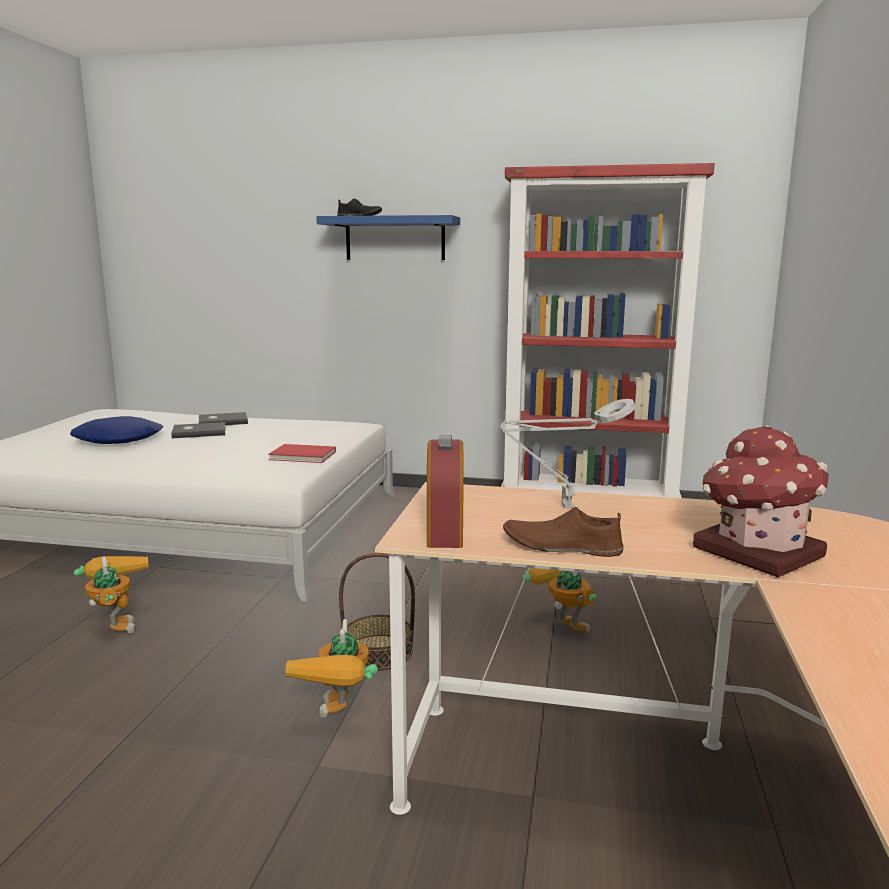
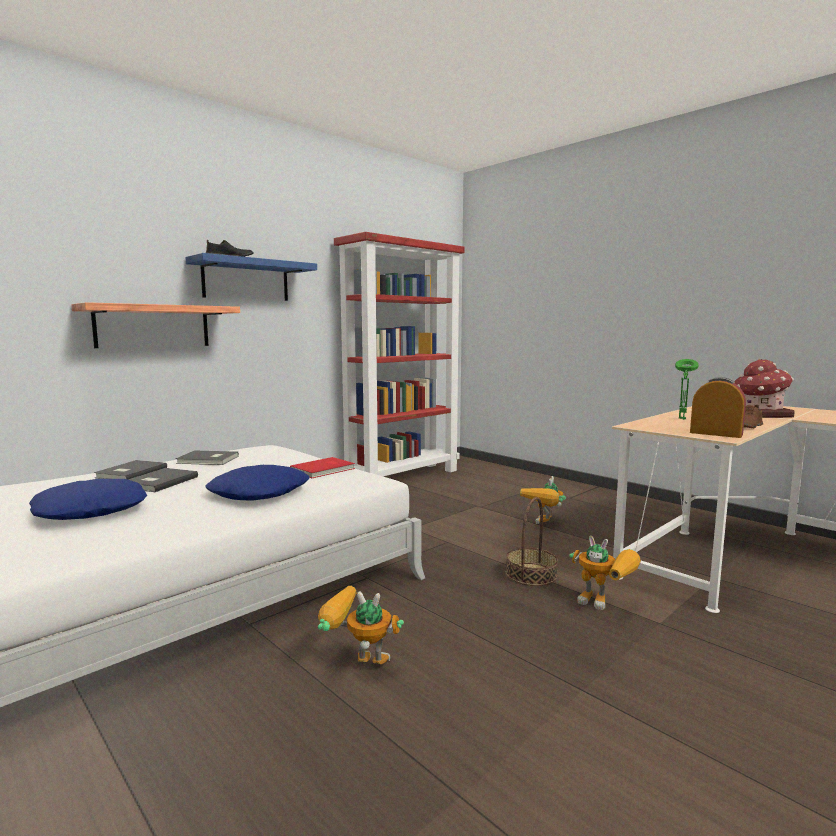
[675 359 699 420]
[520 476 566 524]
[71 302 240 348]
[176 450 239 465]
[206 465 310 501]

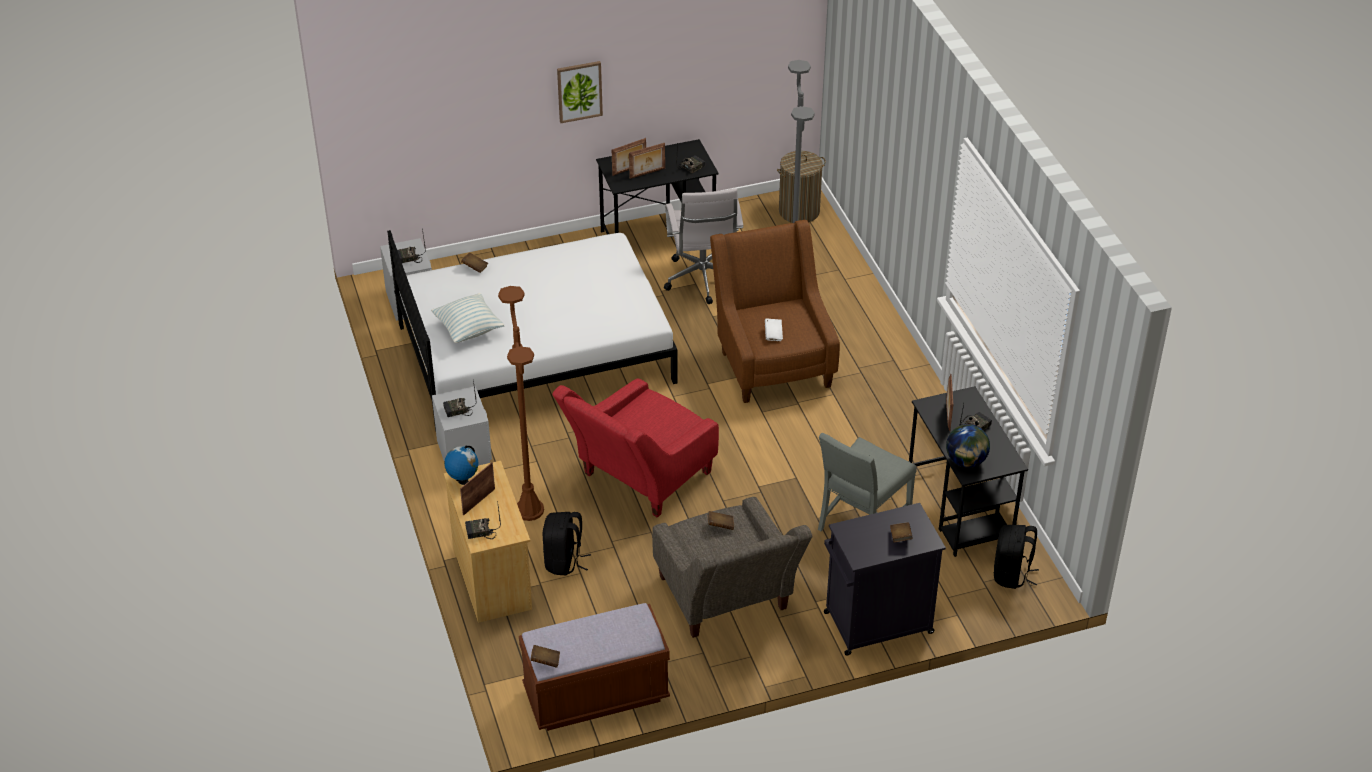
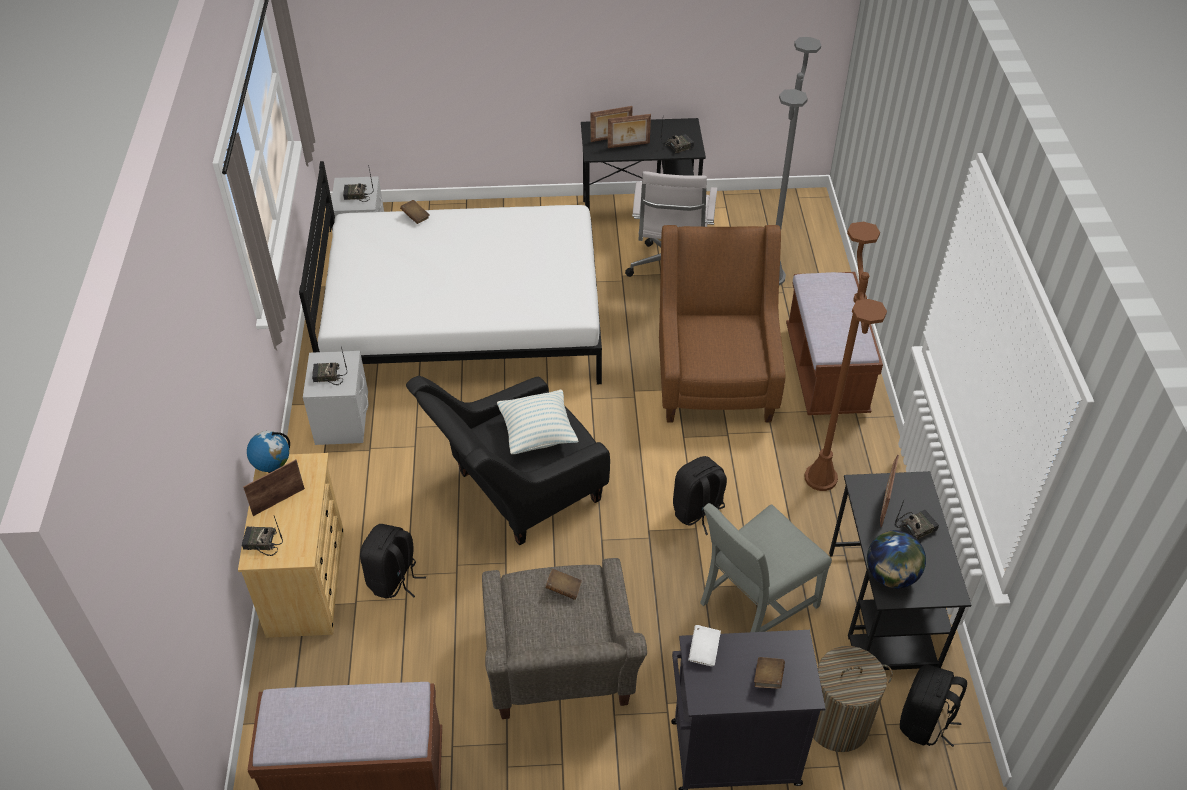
[497 390 579 454]
[804 222 887 491]
[530 645 560 668] (first image)
[406 376 610 546]
[557 61 603 123] (first image)
[688 625 721 666]
[813 646 893 752]
[673 456 727 535]
[786 272 883 415]

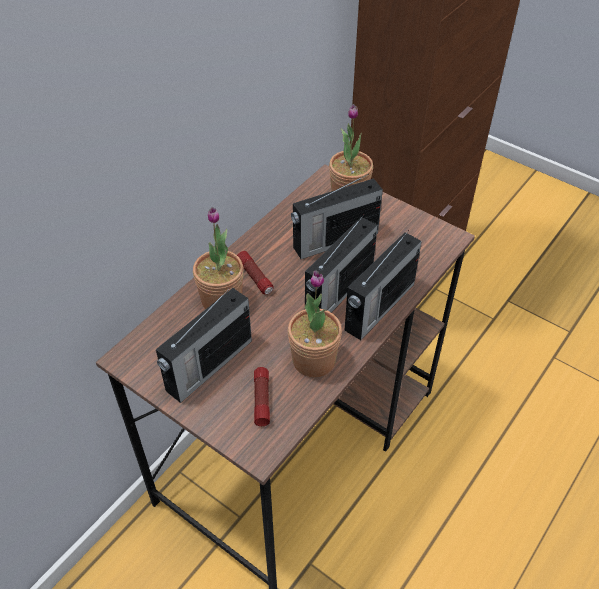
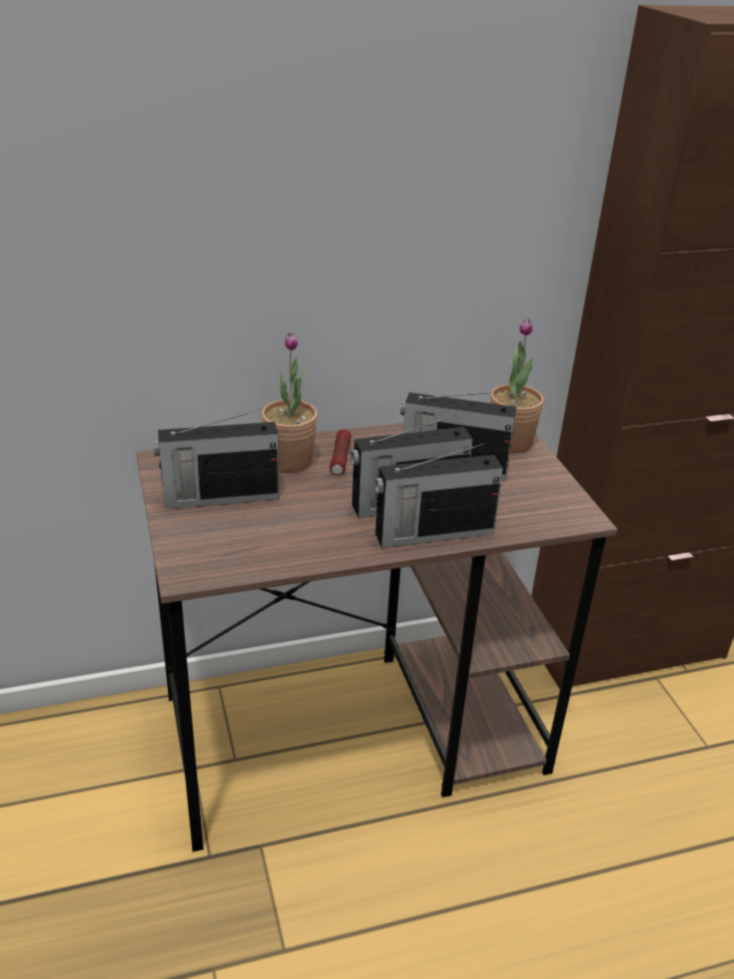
[254 367 270 426] (first image)
[288 270 342 377] (first image)

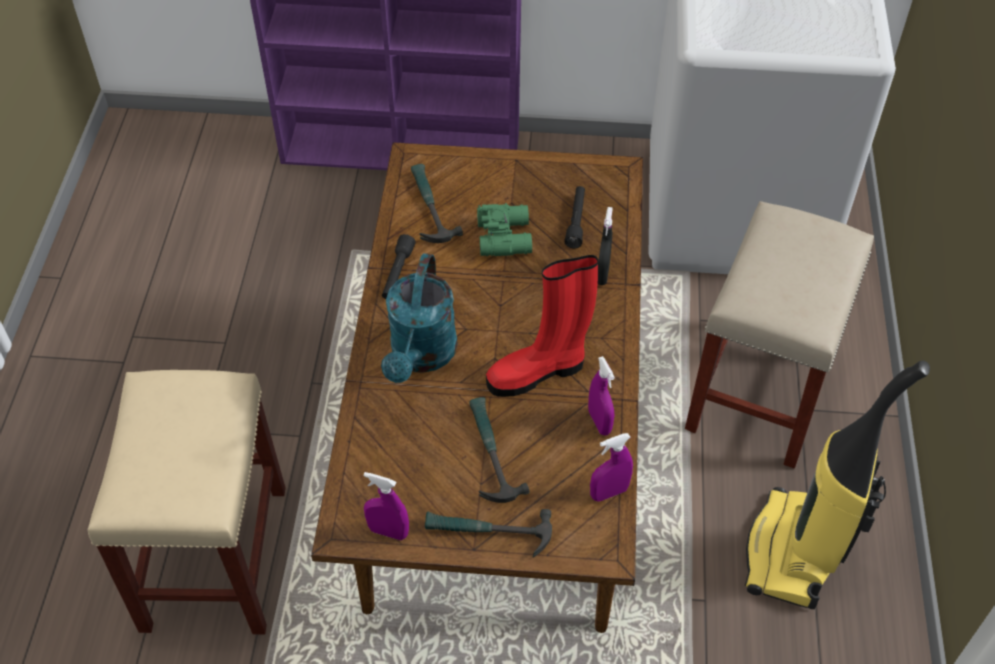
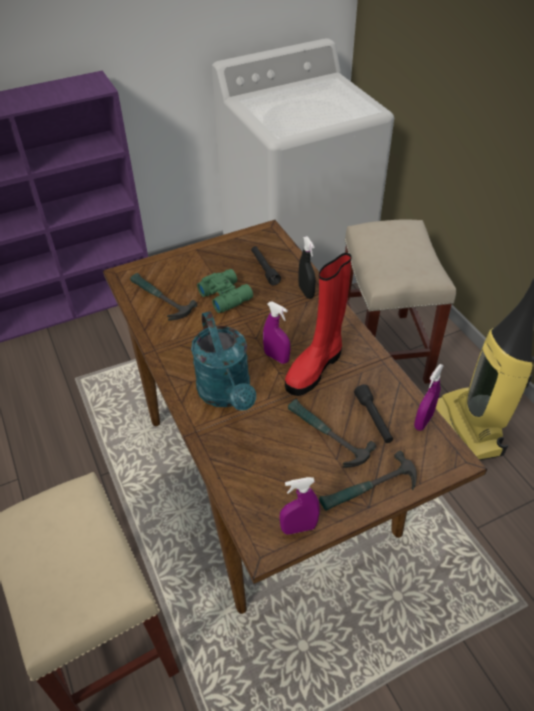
[354 384 393 443]
[263 302 290 364]

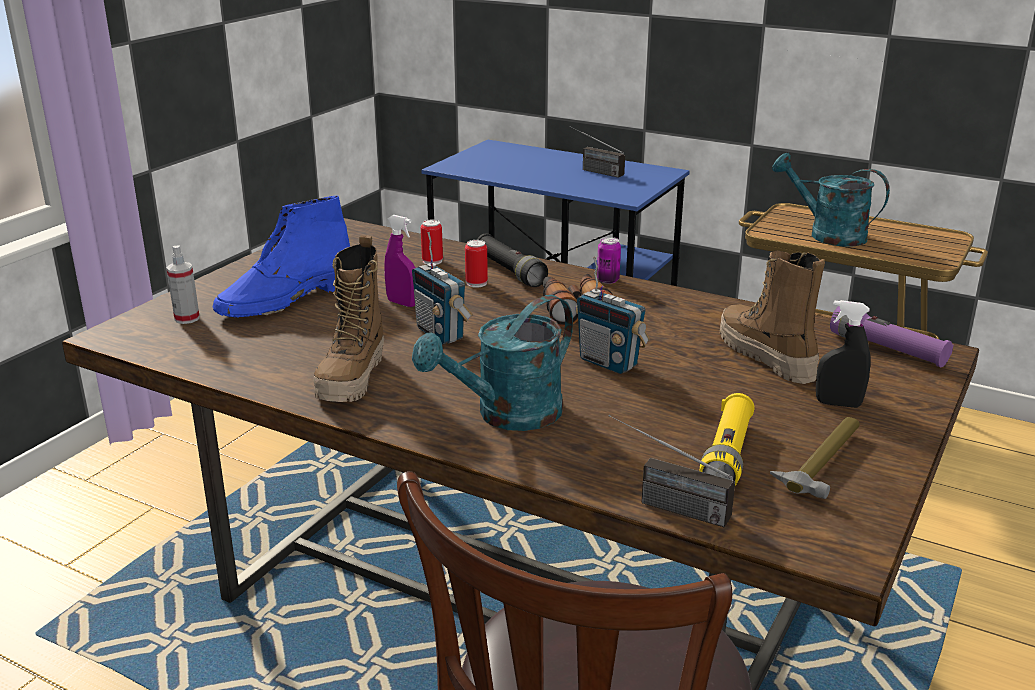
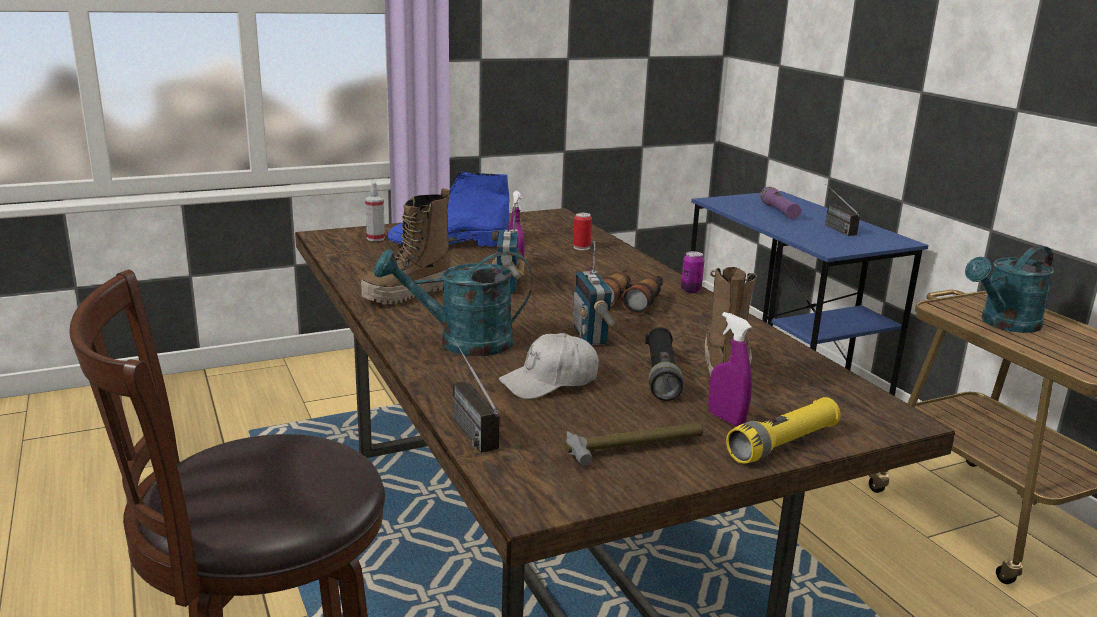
[465 240 488 288] (first image)
[645 327 683 401]
[726 397 841 464]
[965 245 1054 333]
[708 312 752 426]
[760 187 802 219]
[499 333 599 399]

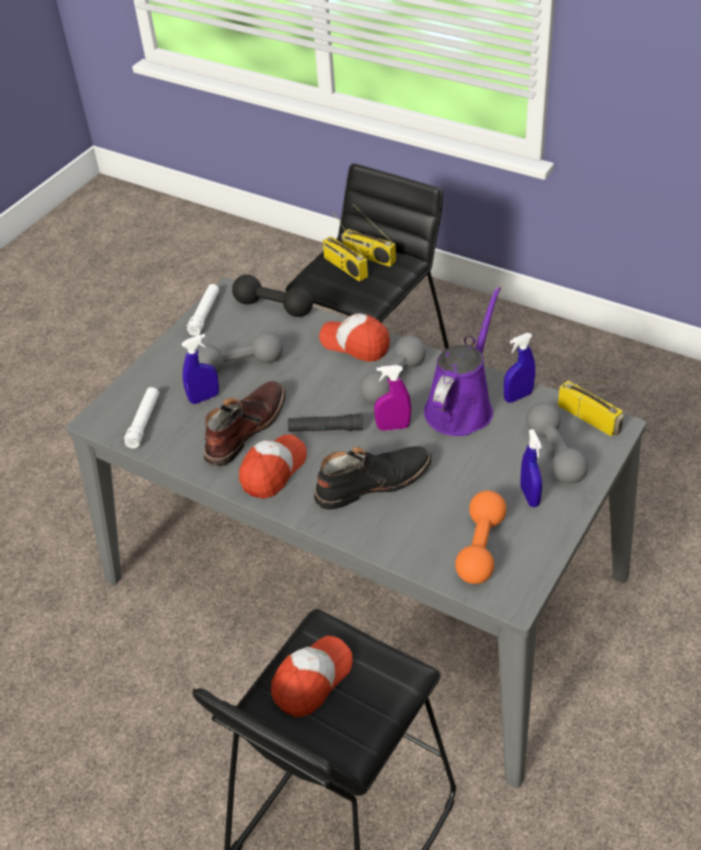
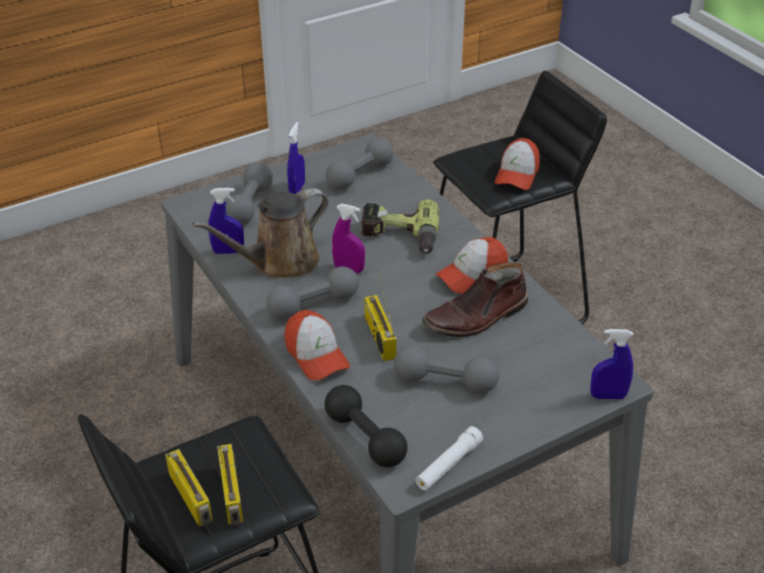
[123 387 159 449] (first image)
[590 329 633 399]
[495 138 540 190]
[288 414 363 432] (first image)
[361 199 439 254]
[193 188 328 279]
[326 138 393 190]
[365 270 397 361]

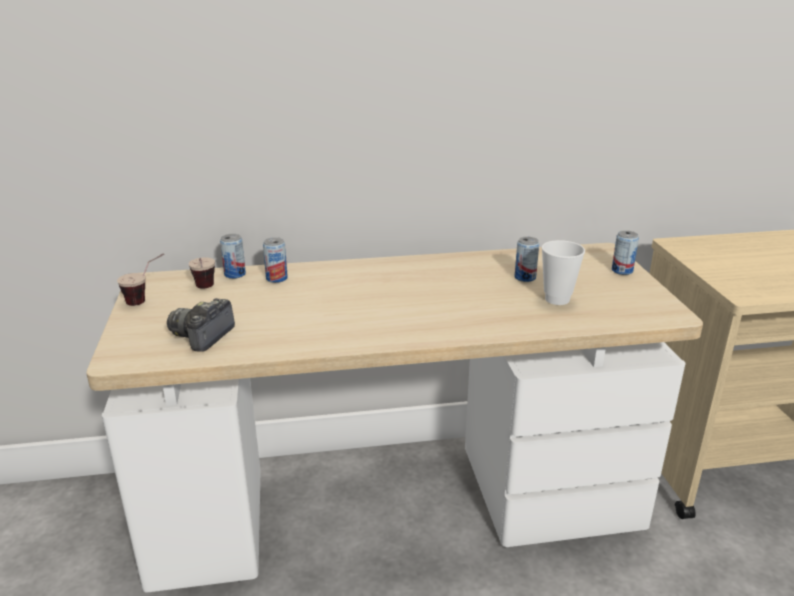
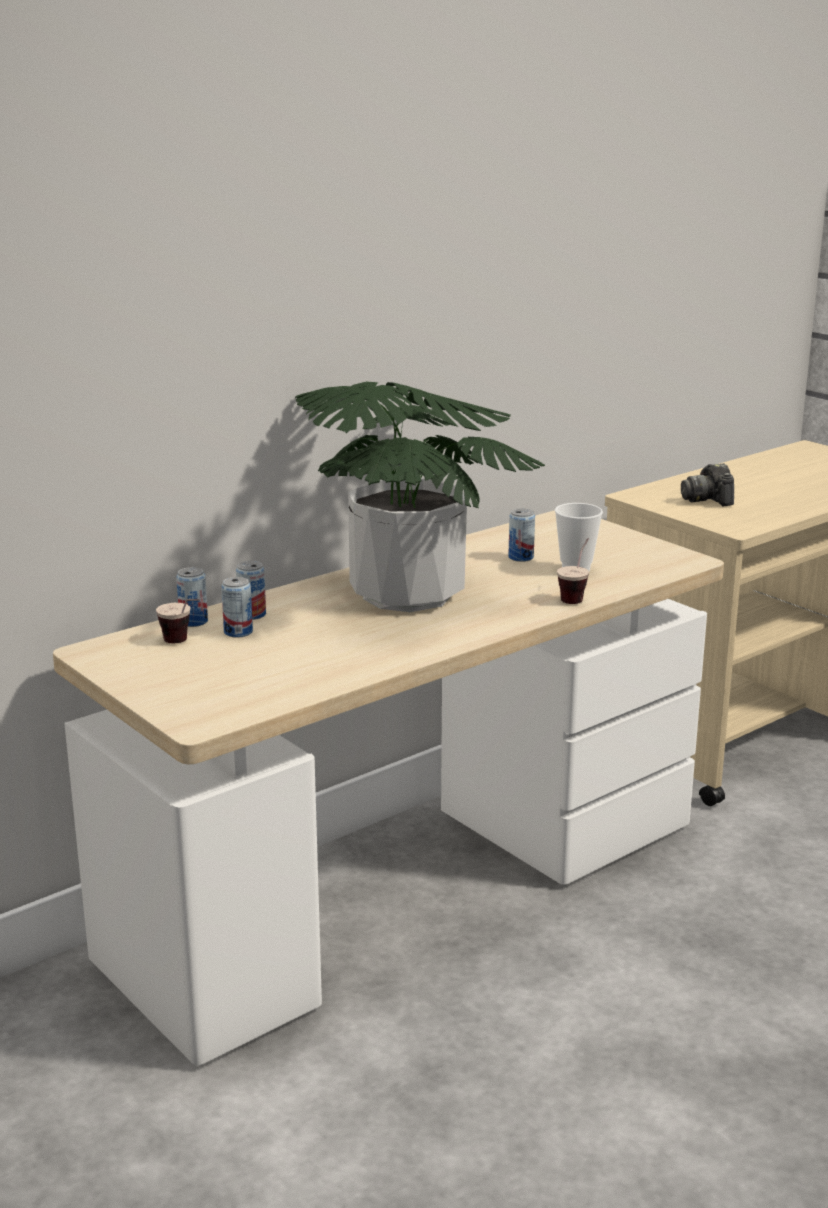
[557 538 589 604]
[681 463 734 506]
[221 577 253 638]
[295 381 545 612]

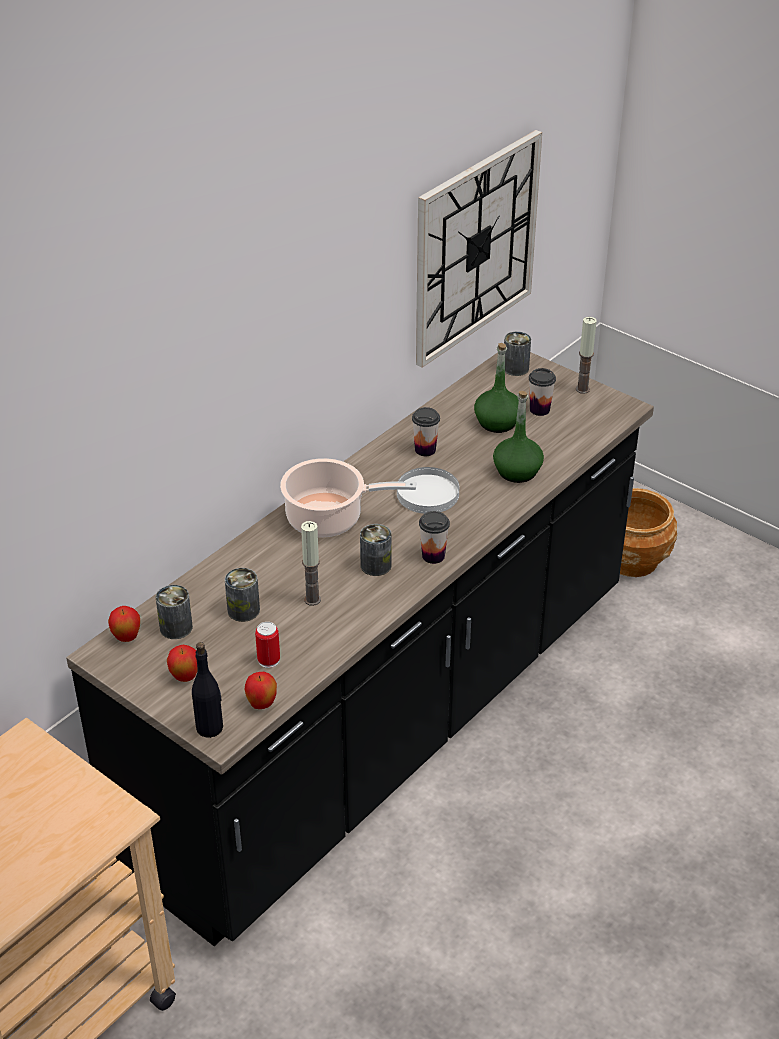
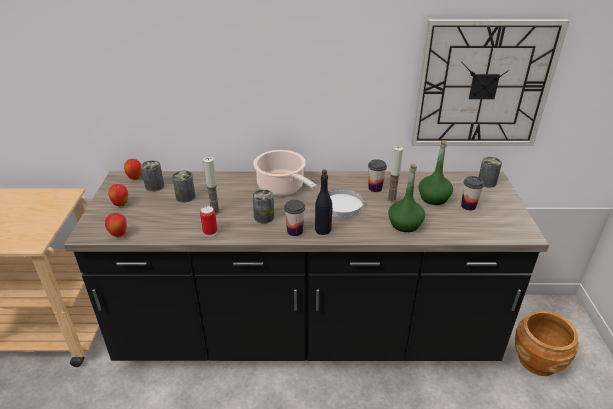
[315 169 333 235]
[200 206 217 237]
[387 146 403 202]

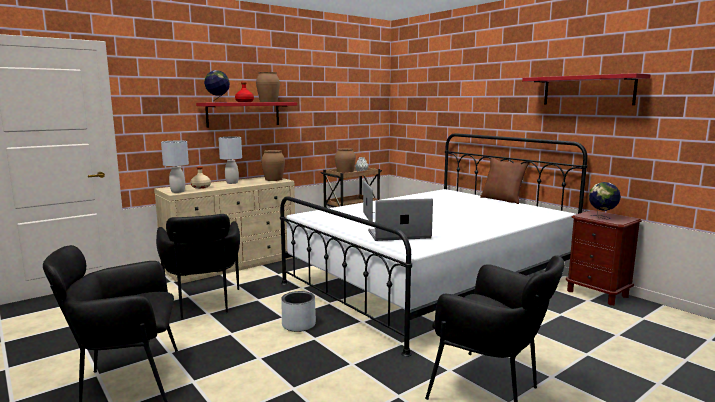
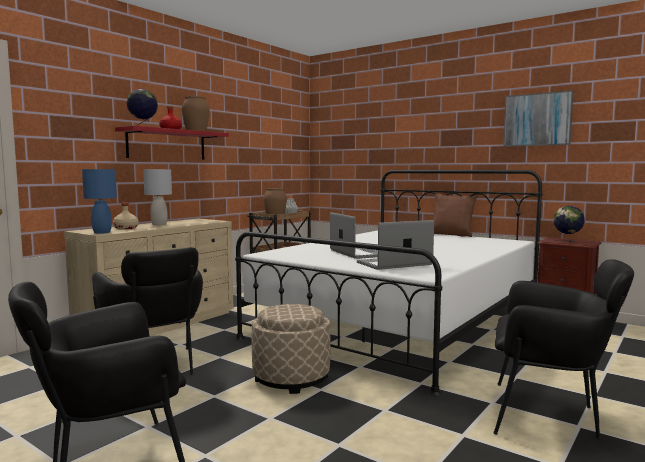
[82 169 117 234]
[261 150 285 181] (first image)
[252 304 331 394]
[503 90 574 146]

